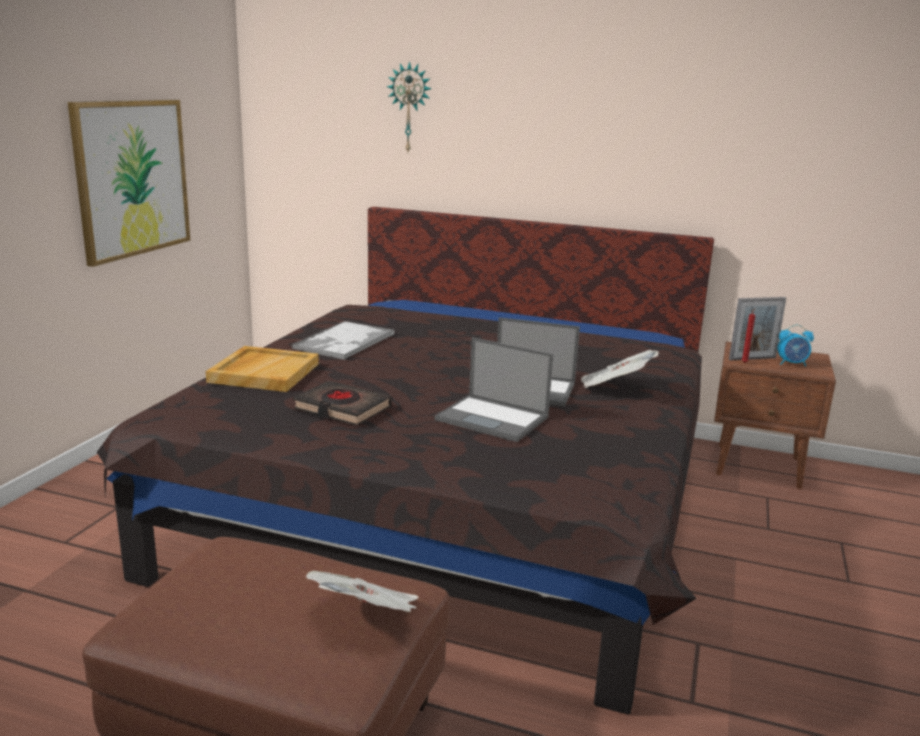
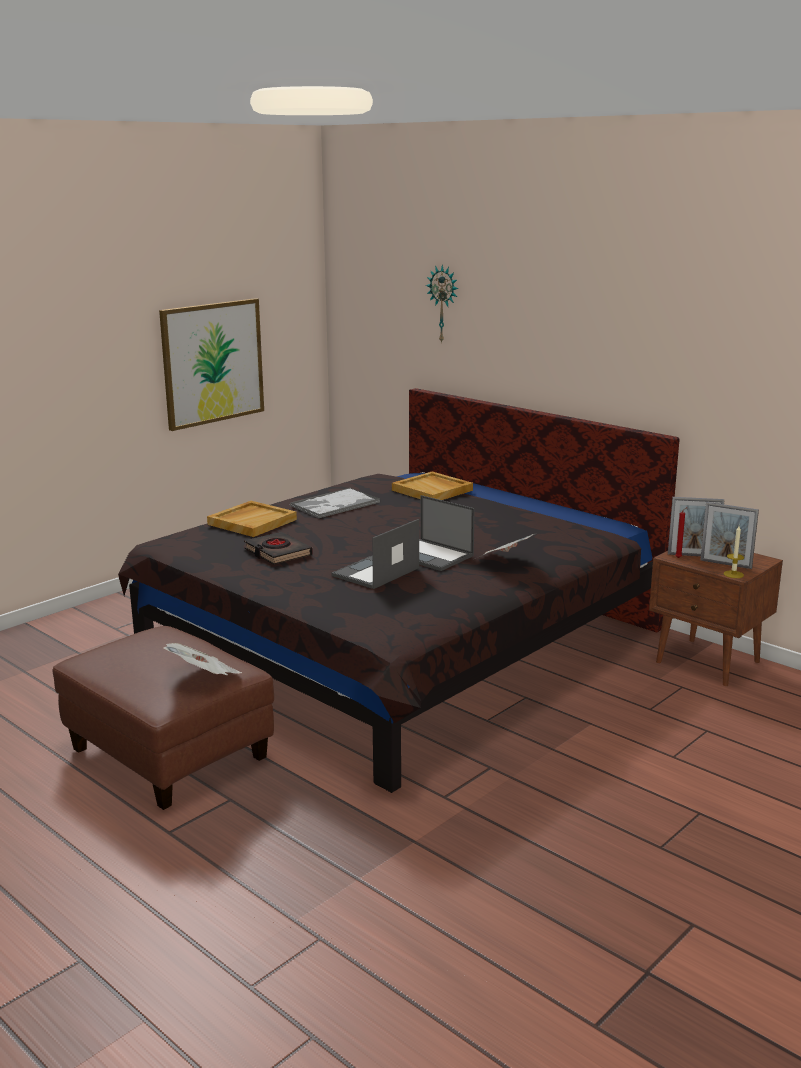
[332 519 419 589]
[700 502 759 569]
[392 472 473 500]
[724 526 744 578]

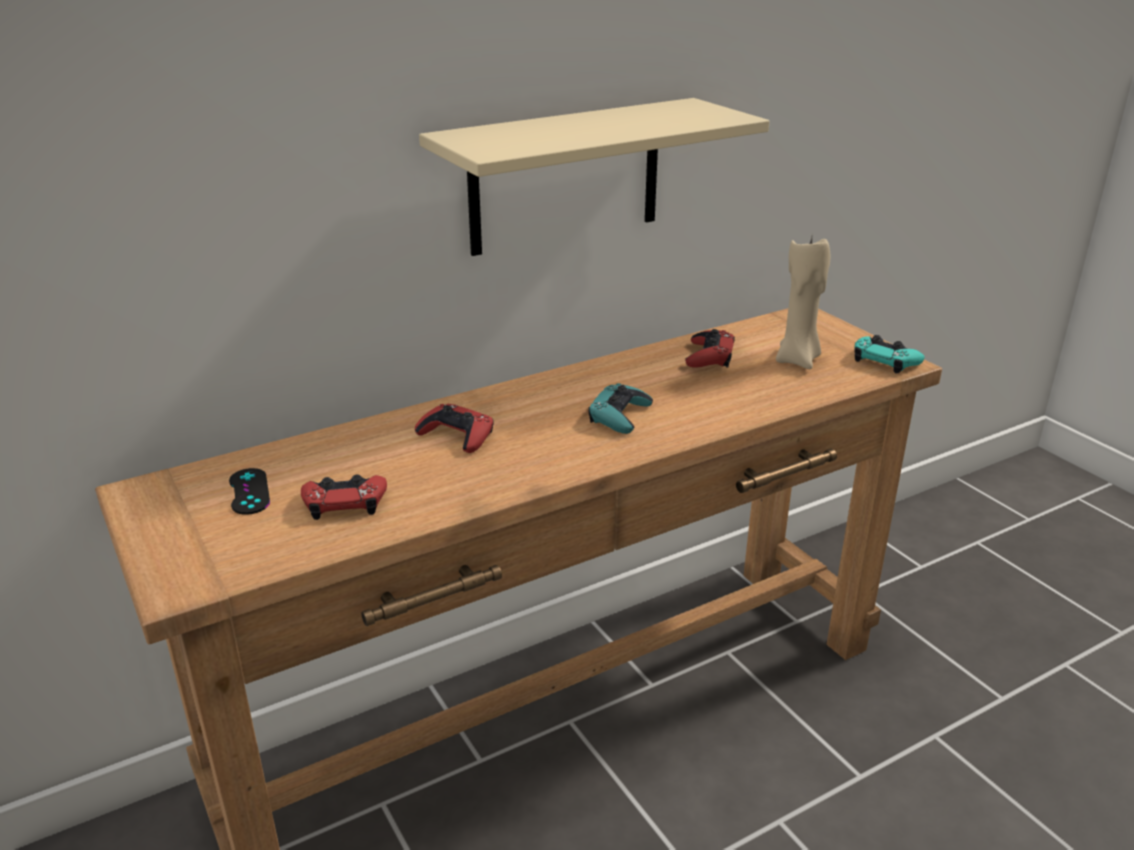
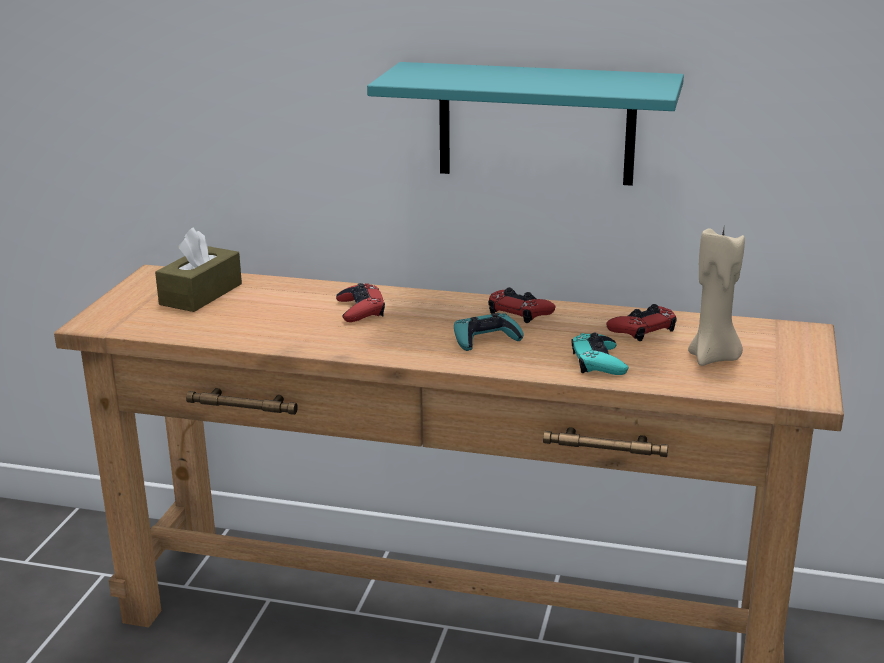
[155 228 242 312]
[488 287 555 323]
[367 62 684 186]
[572 333 629 375]

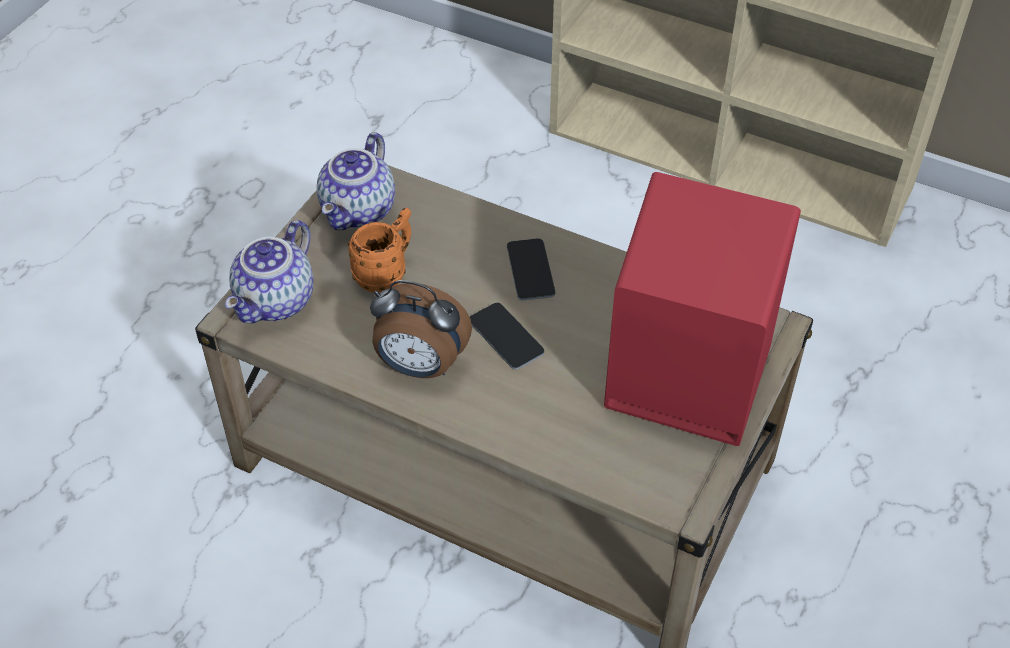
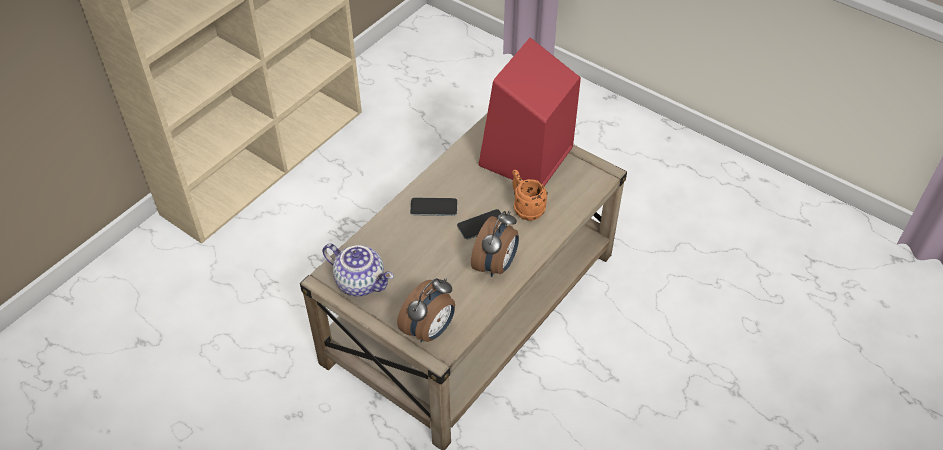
[397 278 455 342]
[512 170 548 221]

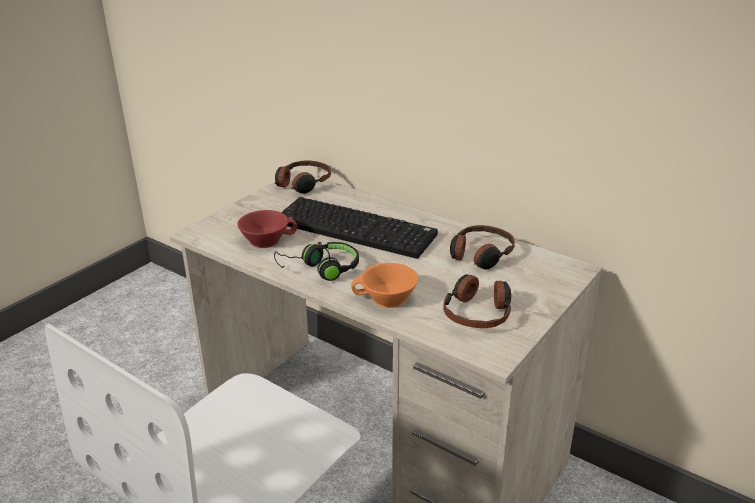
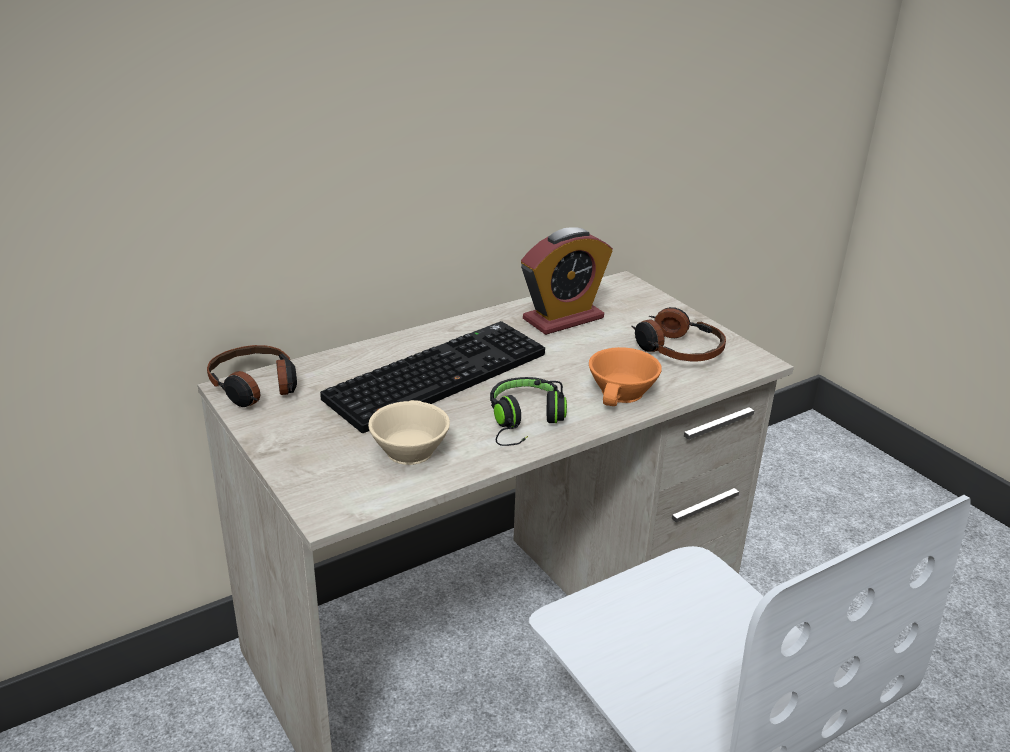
[368 400 450 465]
[521 227 613 335]

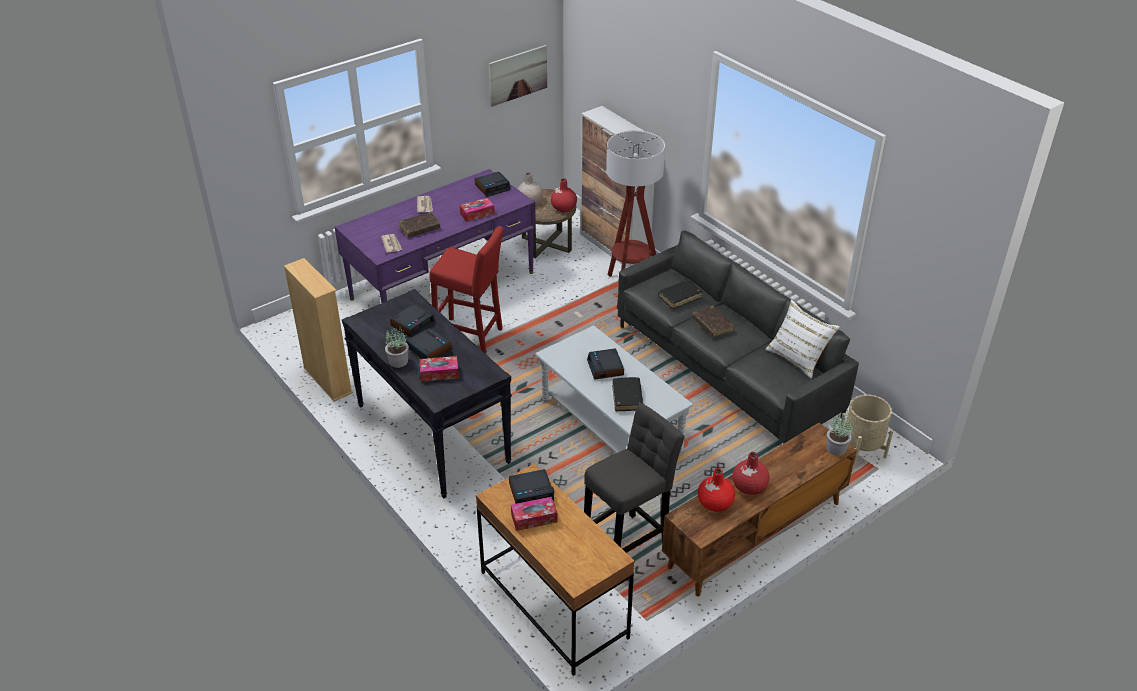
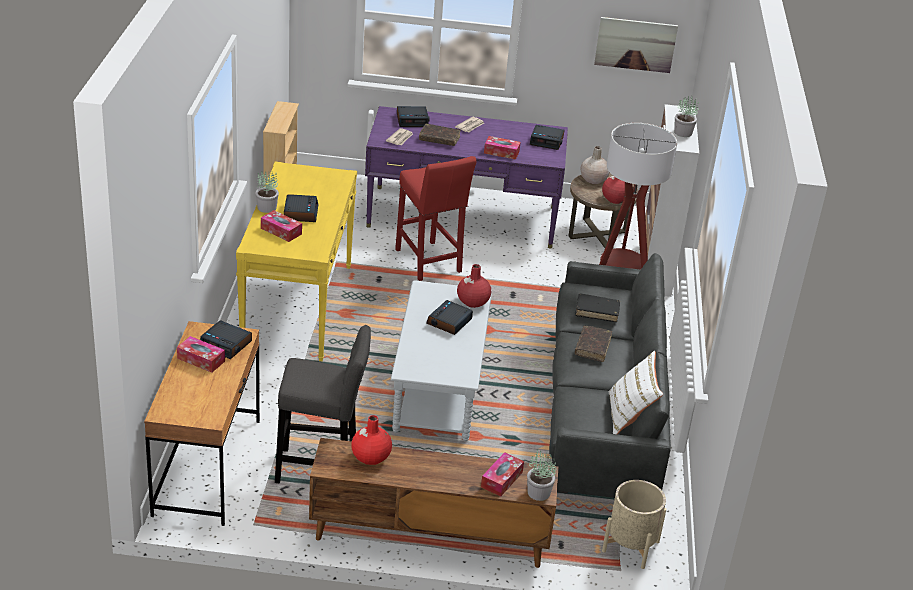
[236 162 357 361]
[397 106 430 127]
[612 377 643 411] (first image)
[457 264 491 308]
[481 452 524 496]
[674 96 699 137]

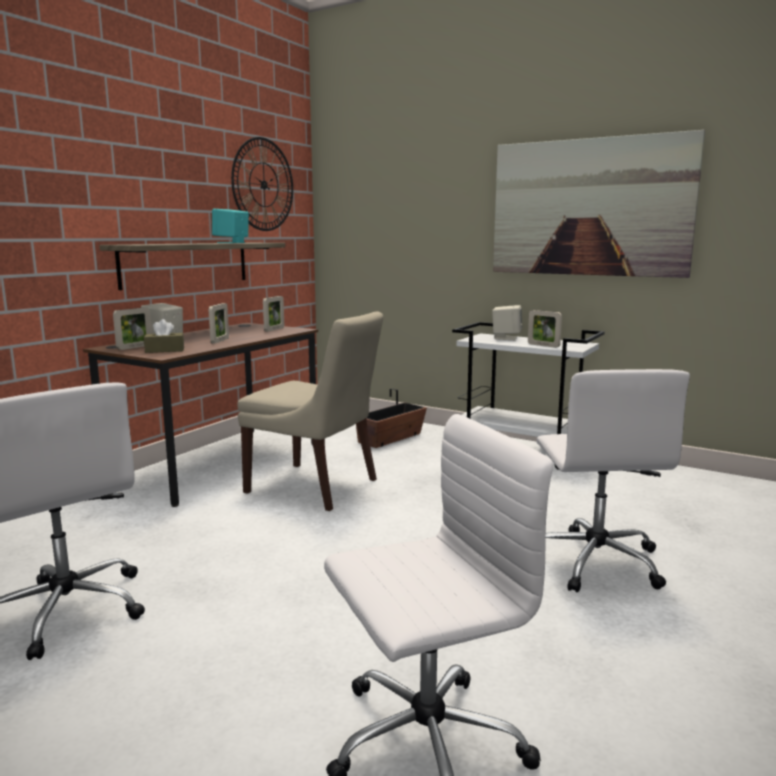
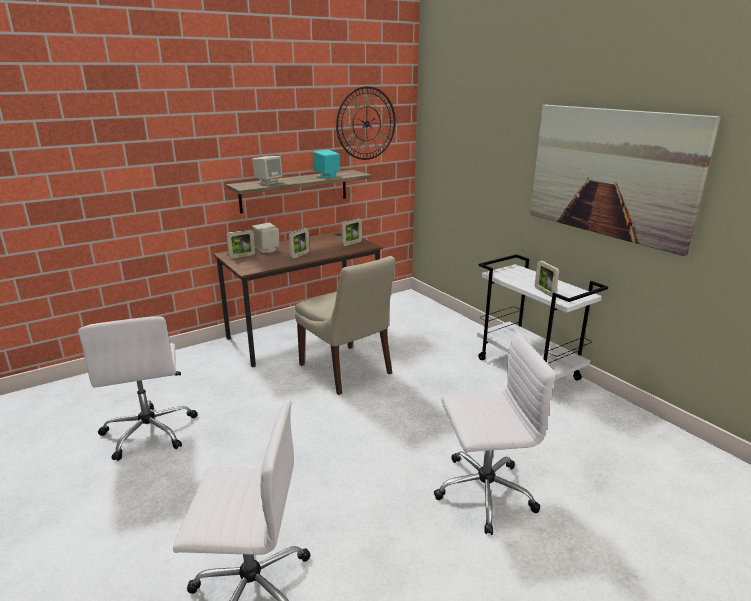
[144 319 184 353] (first image)
[356 389 427 448] (first image)
[252 156 282 185]
[434 332 556 535]

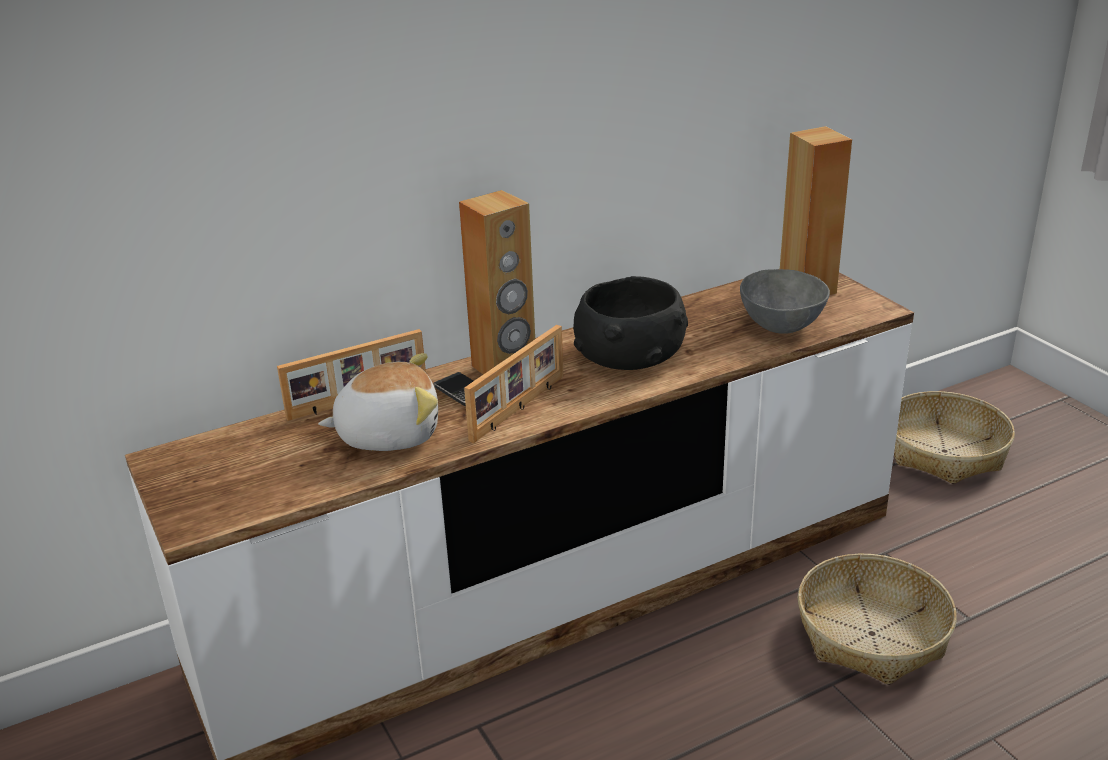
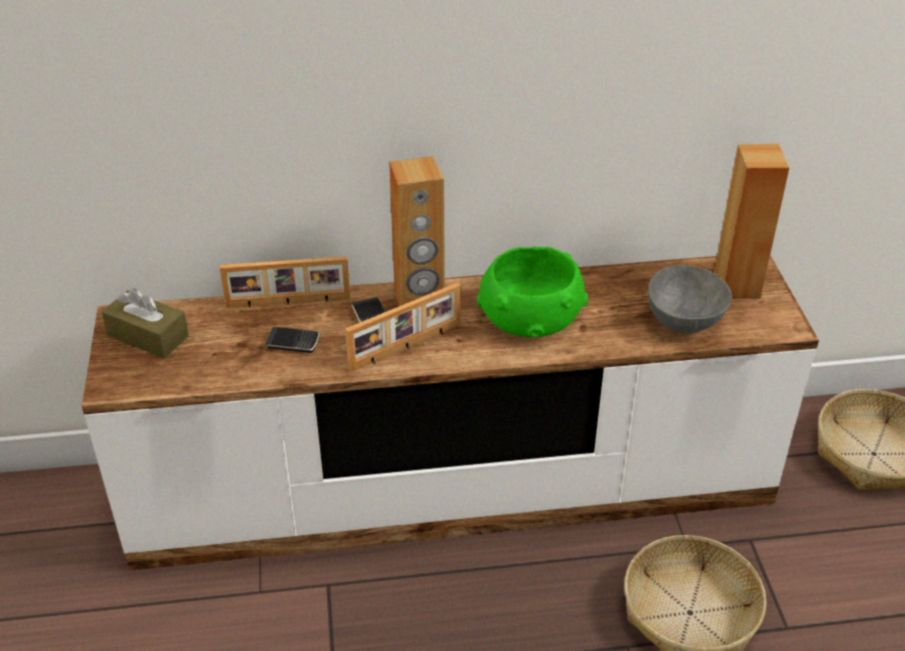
[264 327 320 353]
[477 247 588 337]
[102 288 189 358]

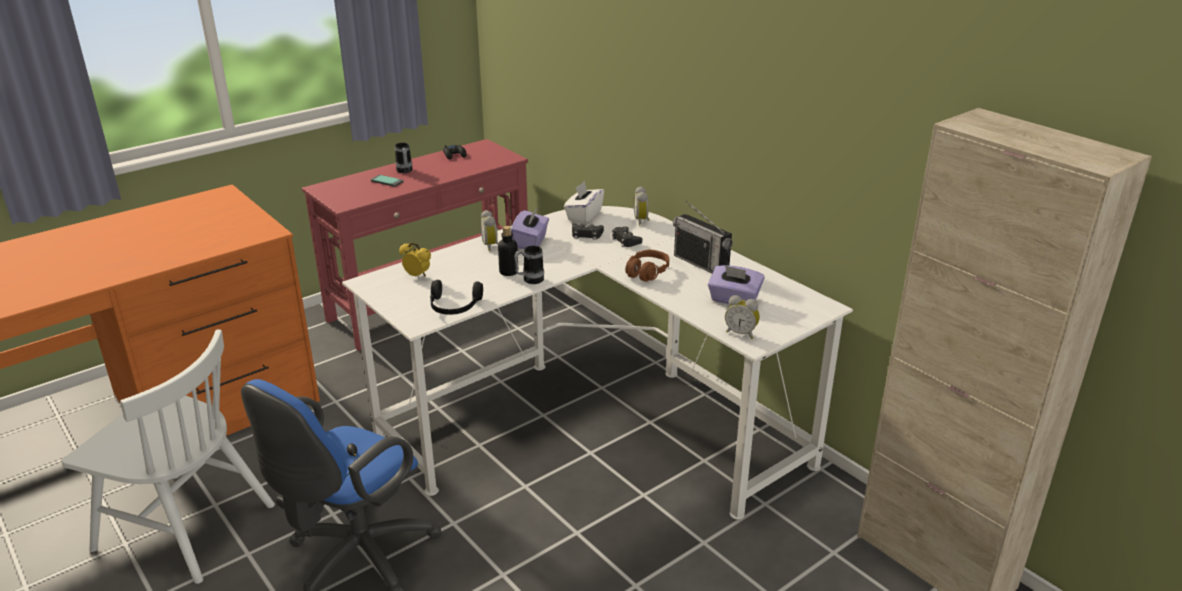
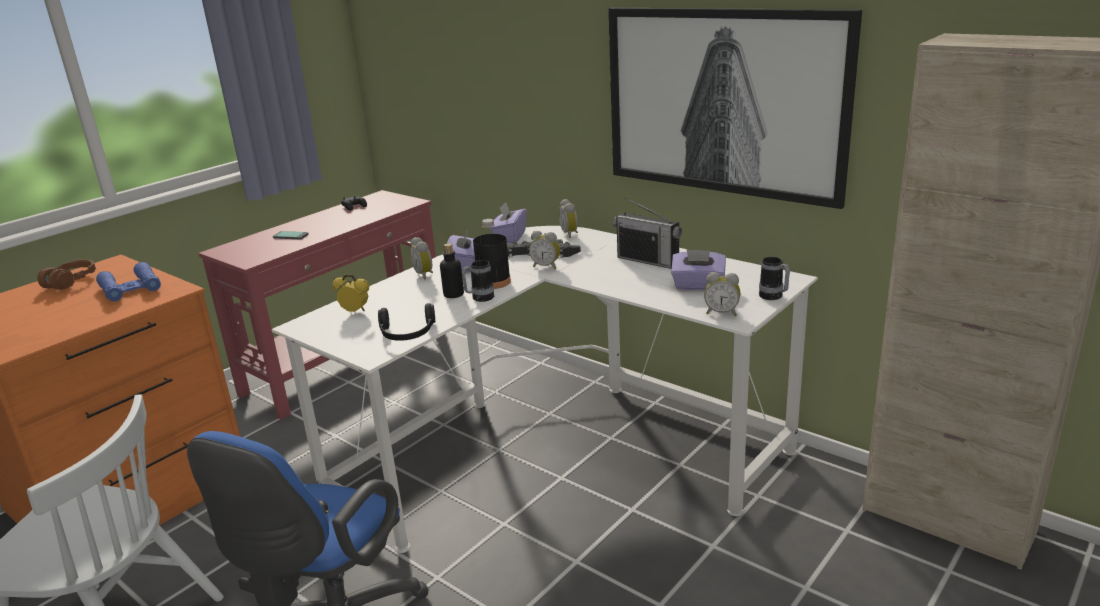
[759 257 790 300]
[490 202 527 243]
[37 259 96 290]
[96 262 161 301]
[473 219 511 289]
[529 231 560 270]
[608 8 862 209]

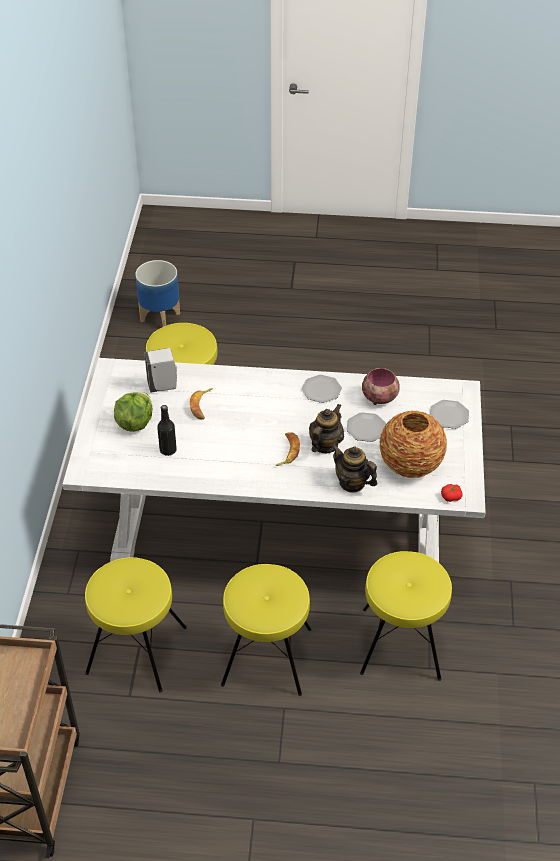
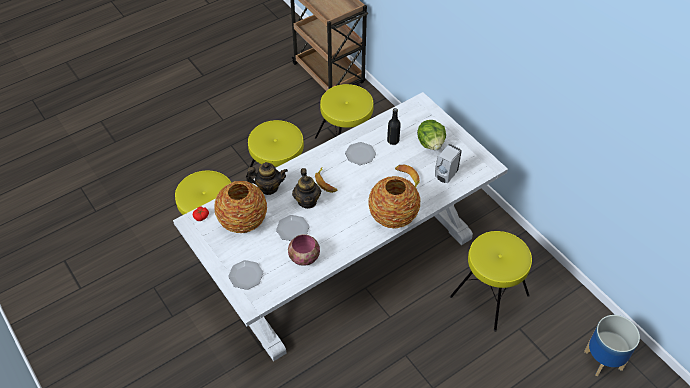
[345 142 376 165]
[368 176 421 229]

